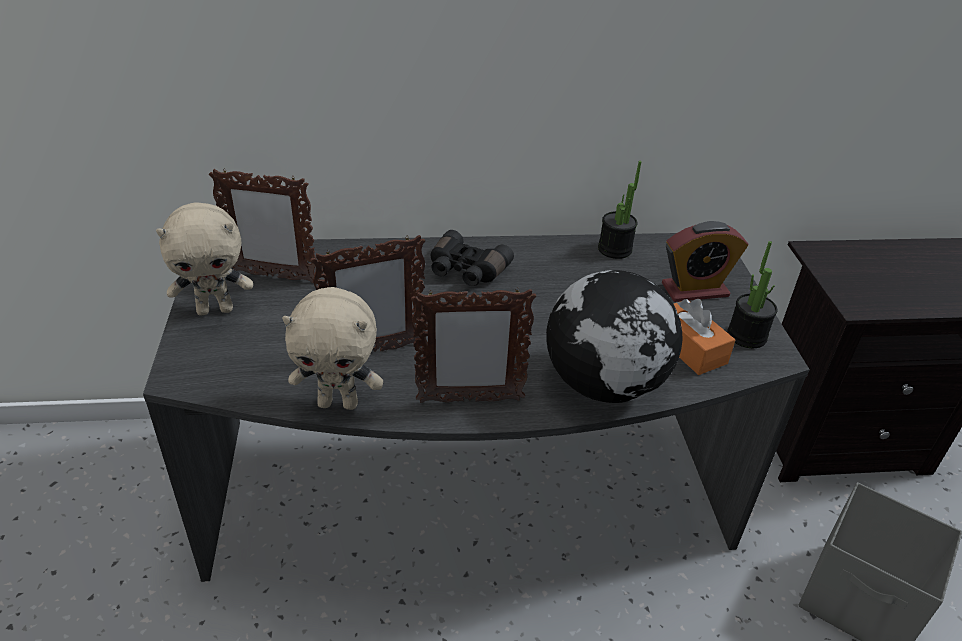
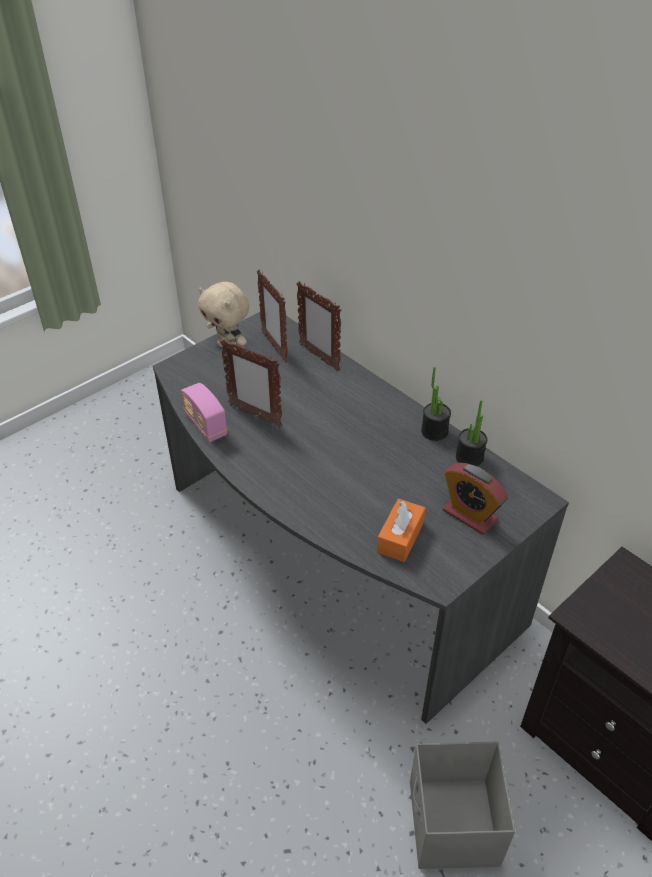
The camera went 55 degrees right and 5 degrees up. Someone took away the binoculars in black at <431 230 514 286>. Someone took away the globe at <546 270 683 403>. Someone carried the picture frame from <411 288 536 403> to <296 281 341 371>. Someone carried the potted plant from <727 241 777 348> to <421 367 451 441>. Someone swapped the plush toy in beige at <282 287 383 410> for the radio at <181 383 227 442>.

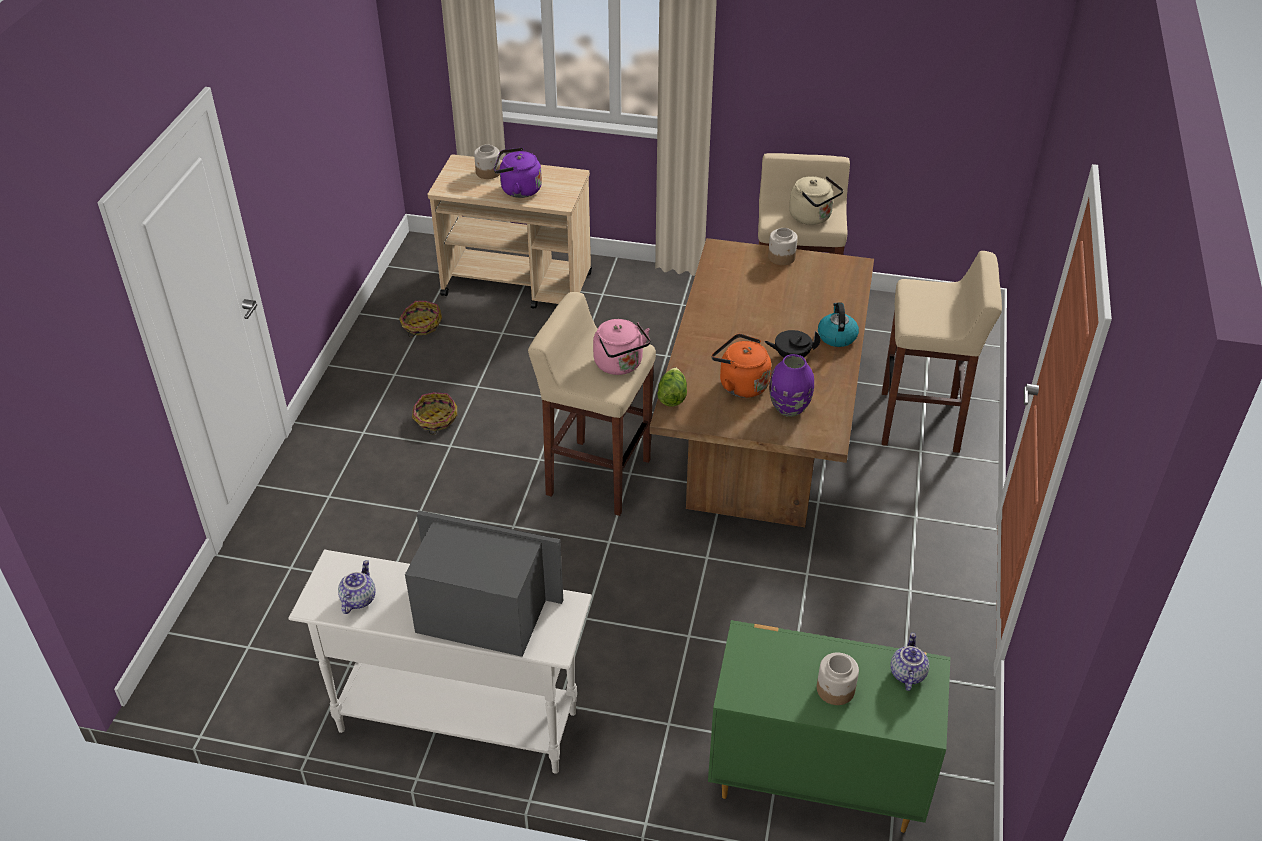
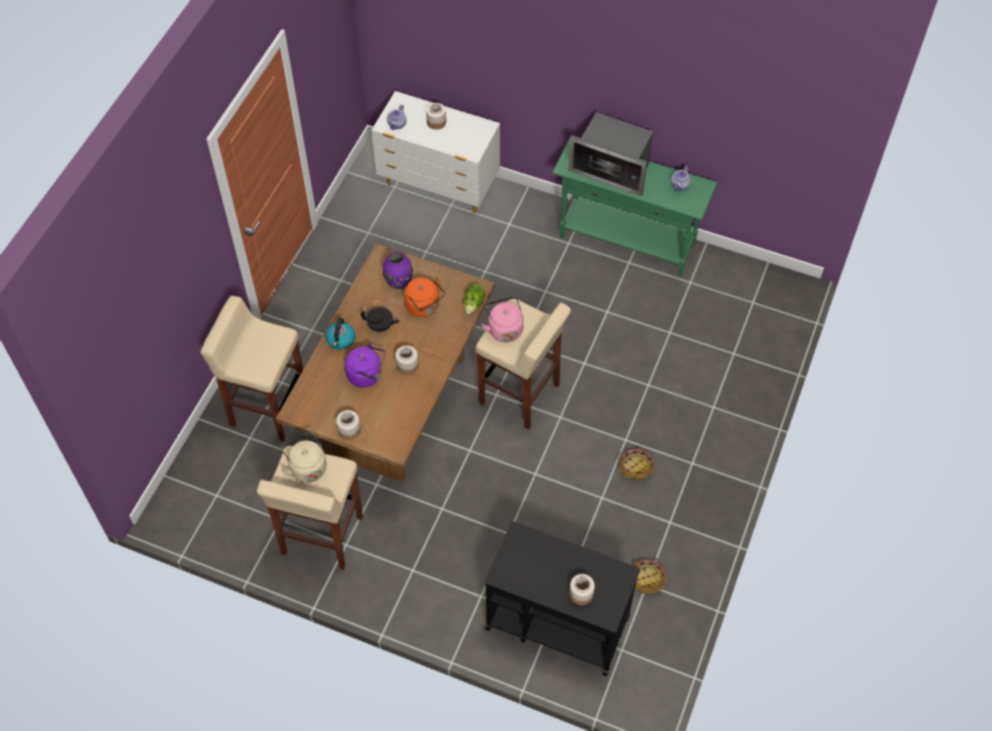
The camera went 170 degrees left and 15 degrees up. Someone put down the jar at <395 345 418 375>. Someone carried the kettle in purple from <494 147 542 198> to <345 342 386 388>. Someone repainted the console table in white at <288 550 592 774>, which became the console table in green at <552 138 718 276>. Someone repainted the cart in beige at <428 154 592 309>, which became the cart in black at <485 521 640 676>. Someone repainted the dresser in green at <708 620 950 833>, which became the dresser in white at <371 91 500 213>.

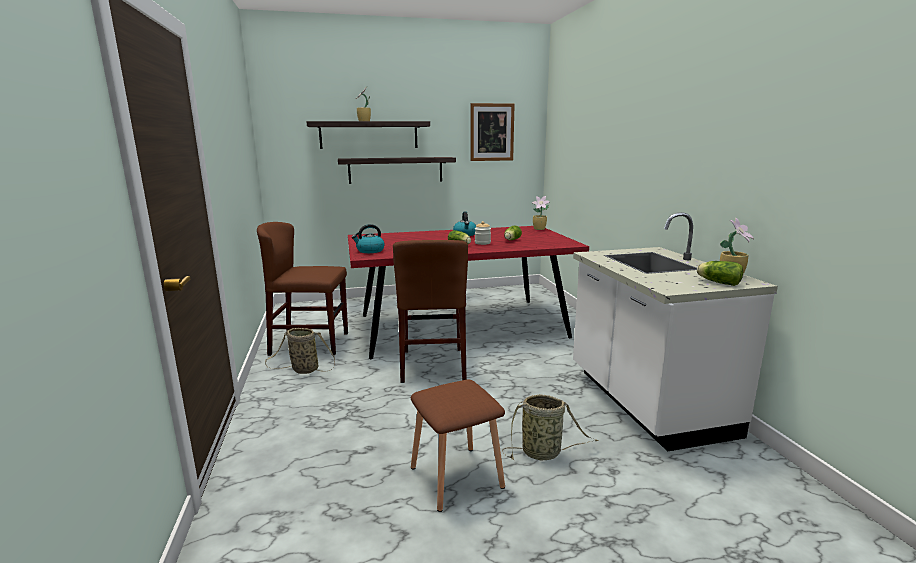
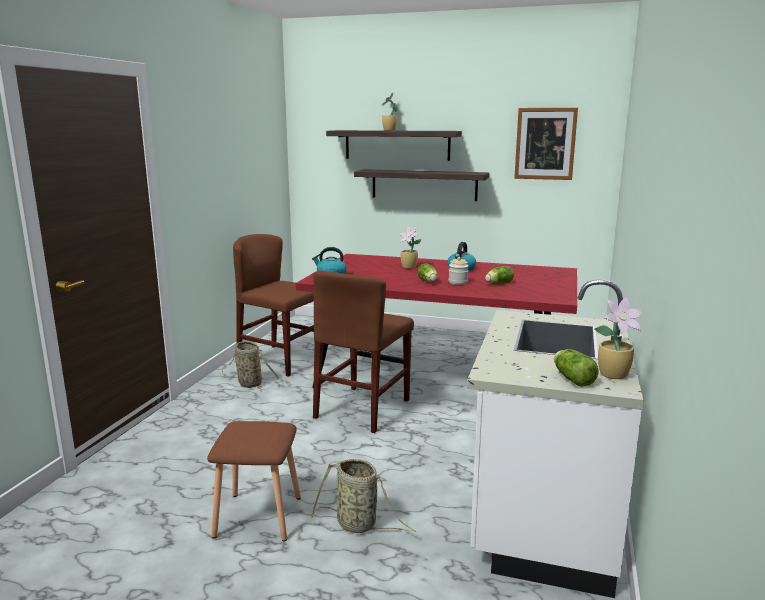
The camera went 30 degrees right and 0 degrees up. Someone carried the potted plant from <532 196 550 230> to <400 226 421 269>.

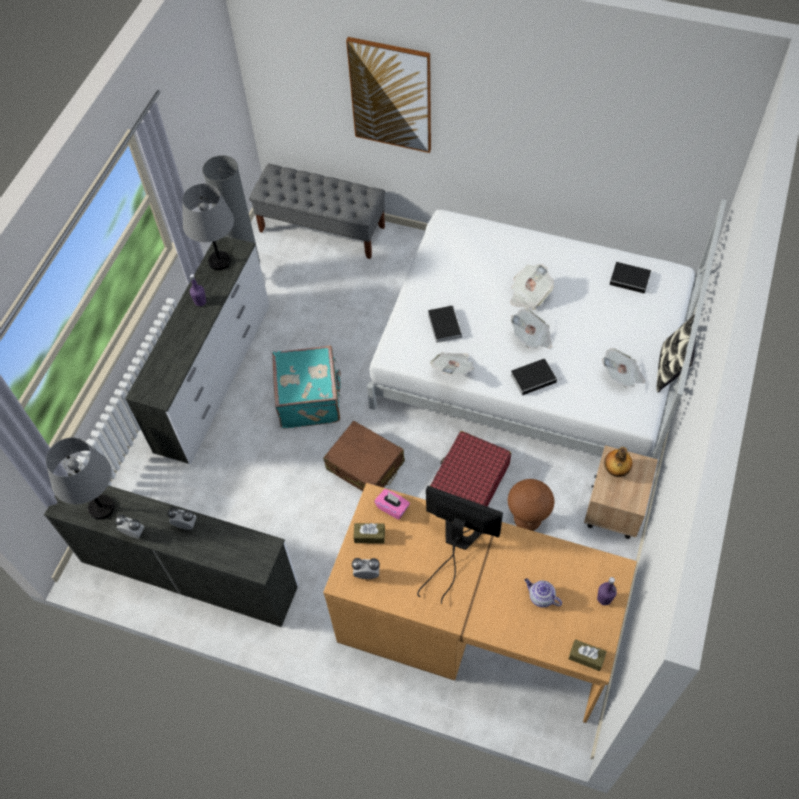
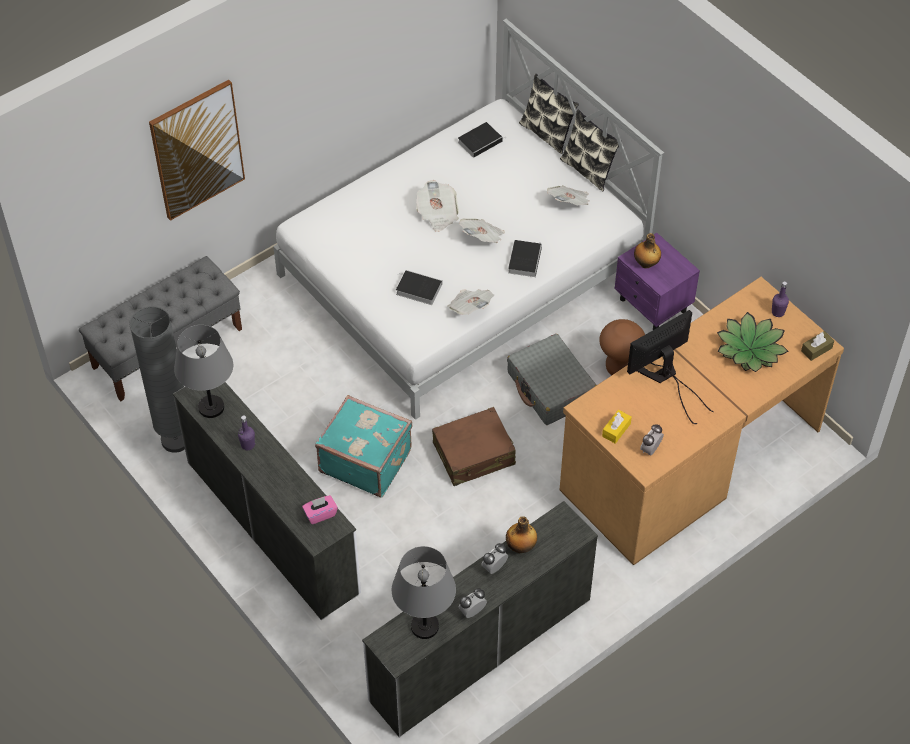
The camera went 60 degrees left and 5 degrees down. Someone put down the bottle at <506 516 537 553>. Someone put down the pillow at <519 74 579 154>. Someone carried the tissue box in pink from <374 489 410 520> to <302 495 338 524>. Someone swapped the teapot at <524 578 562 607> for the potted plant at <717 312 789 372>. Someone repainted the tissue box in brown at <353 523 385 544>, which became the tissue box in yellow at <602 410 632 444>. Someone repainted the suitcase in red at <430 431 511 507>, which became the suitcase in grey at <507 334 597 425>. Someone repainted the nightstand in beige at <584 445 658 539>, which became the nightstand in purple at <614 233 700 330>.

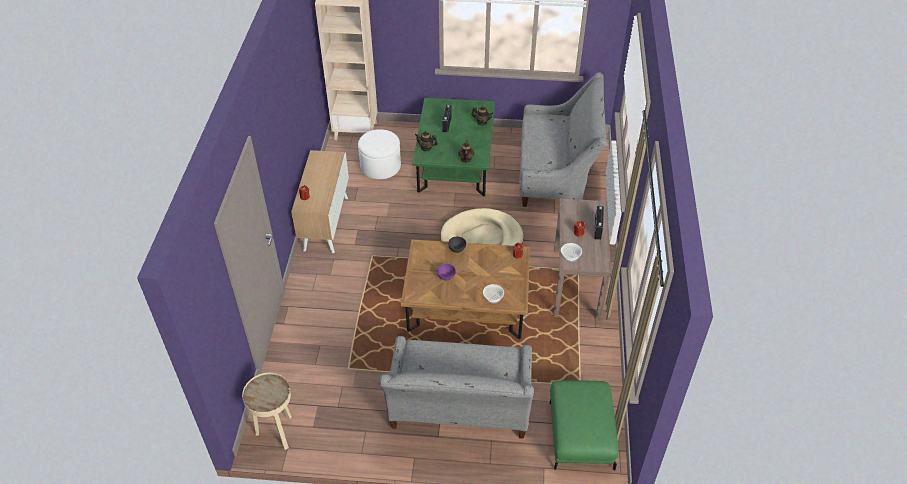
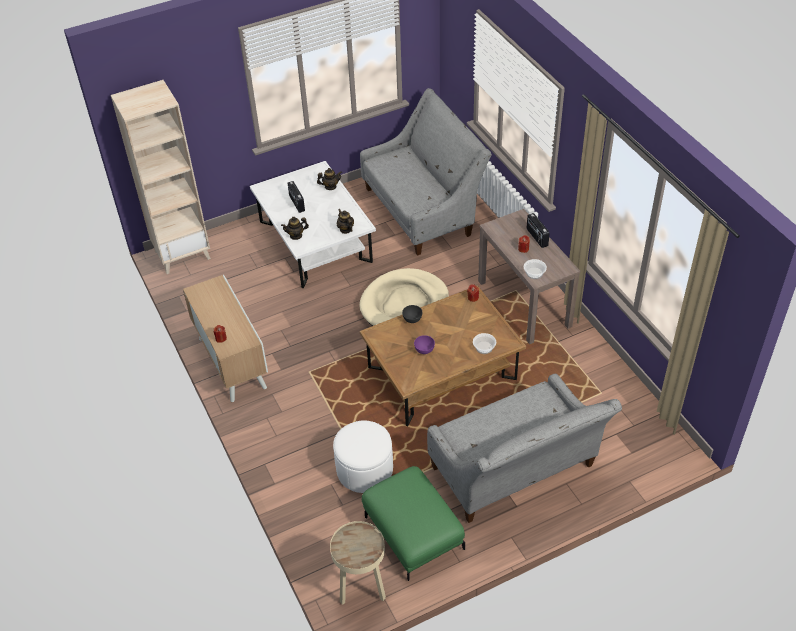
The camera went 30 degrees left and 0 degrees up. Someone carried the ottoman in white from <358 129 401 179> to <333 420 393 493>. Someone carried the ottoman in green from <550 380 618 471> to <362 466 465 581>. Someone repainted the coffee table in green at <413 98 495 197>, which became the coffee table in white at <250 161 376 288>.

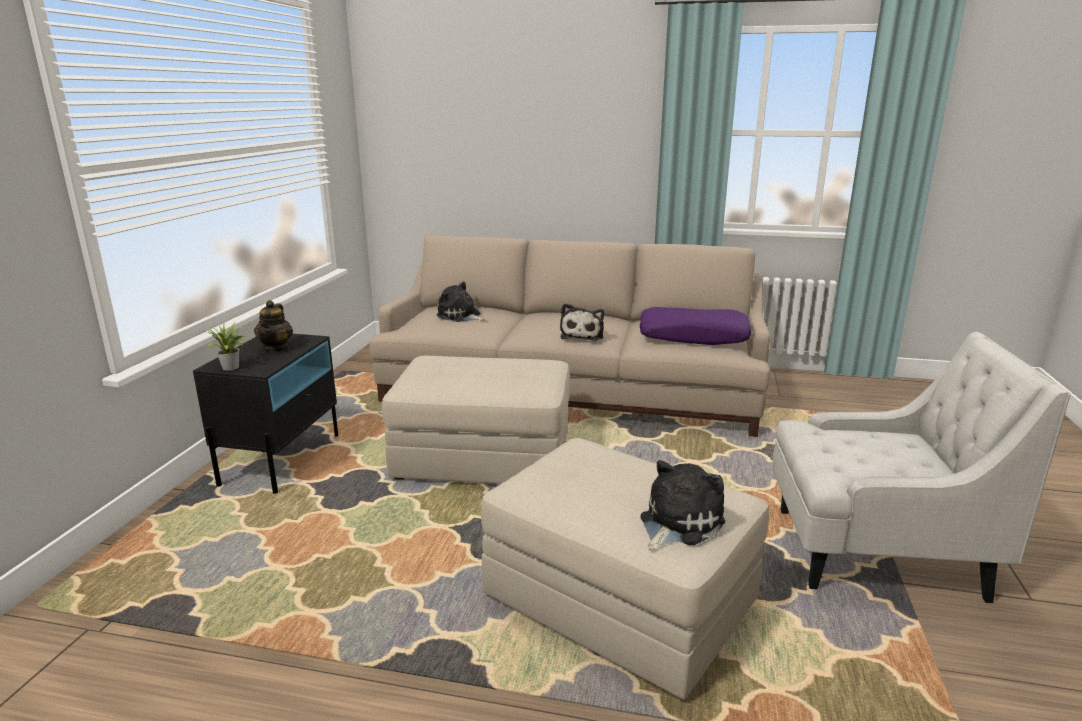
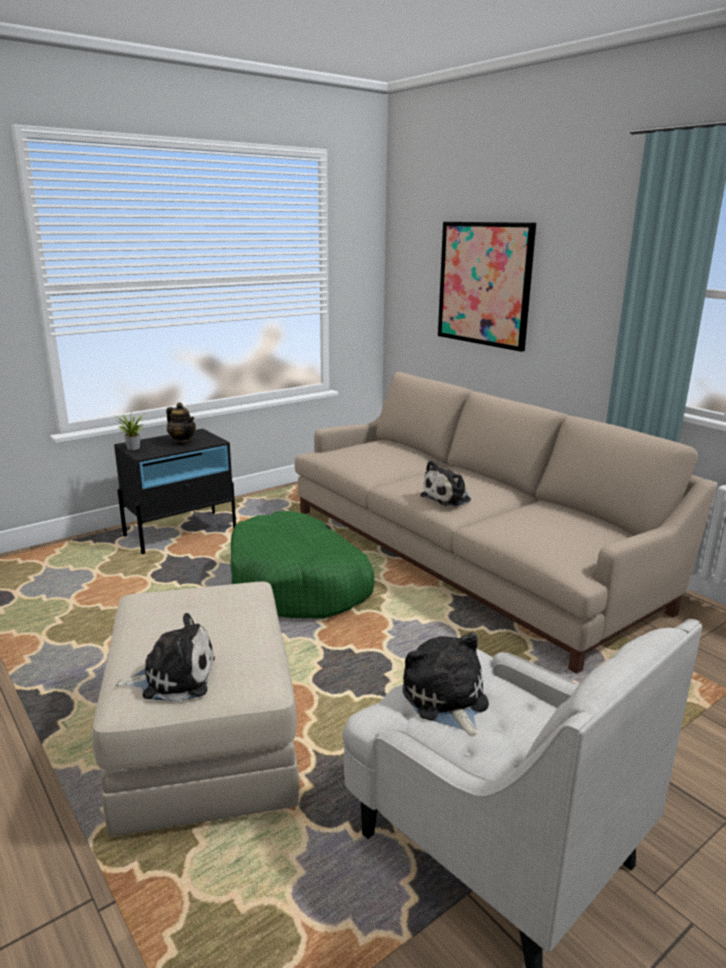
The camera went 40 degrees right and 0 degrees up. Someone took away the pillow in purple at <640 307 751 345>. Someone put up the picture at <438 222 536 352>. Someone carried the plush toy from <436 281 486 322> to <402 633 489 737>. Someone swapped the ottoman in beige at <382 356 570 484> for the dog bed in green at <230 511 374 619>. Someone rotated the teapot at <254 300 293 352> by 90 degrees counterclockwise.

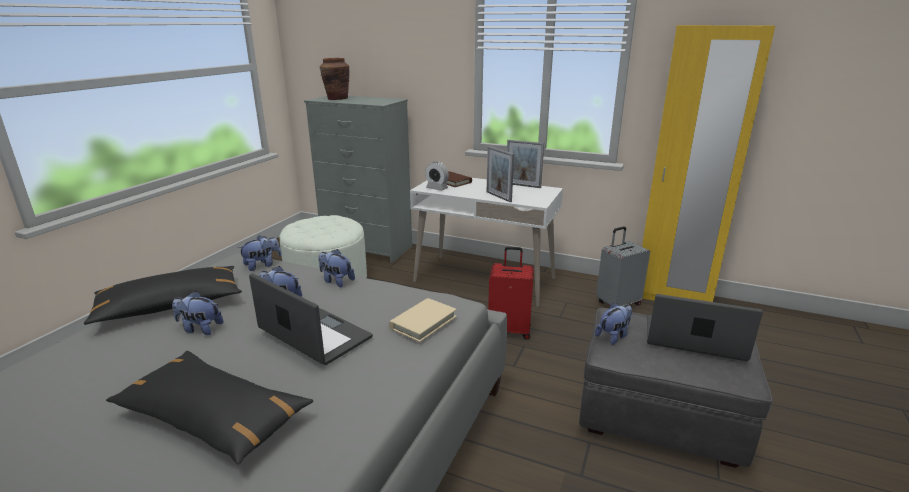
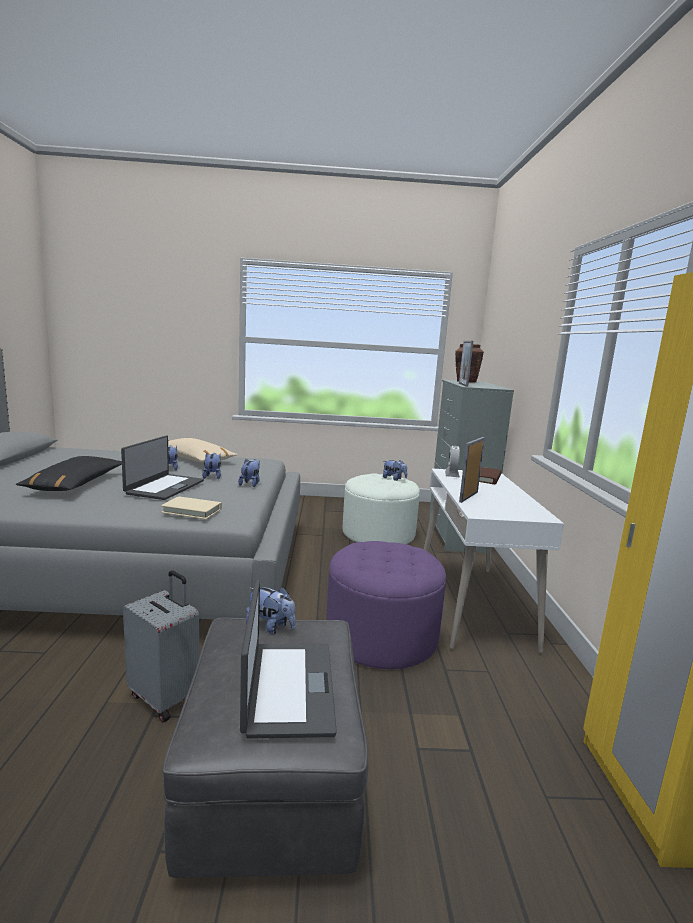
The camera went 65 degrees right and 10 degrees down. Someone carried the plush toy from <238 235 282 271> to <383 460 407 481>. Someone carried the picture frame from <507 140 544 188> to <459 341 473 387>. Someone carried the suitcase in grey from <596 227 650 306> to <123 570 199 722>. Someone swapped the suitcase in red at <488 247 534 339> for the ottoman in purple at <326 541 446 669>. Someone repainted the pillow in black at <84 266 242 325>, which became the pillow in beige at <168 438 238 463>.

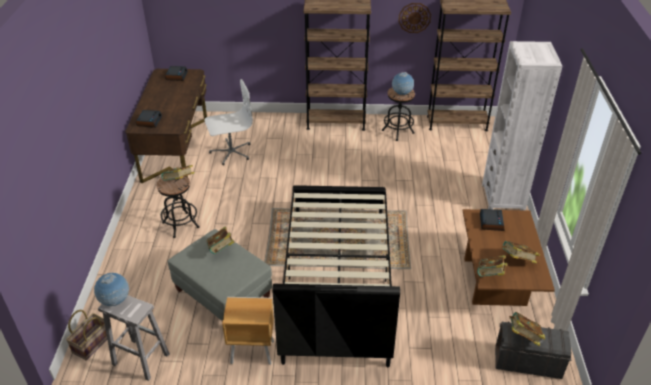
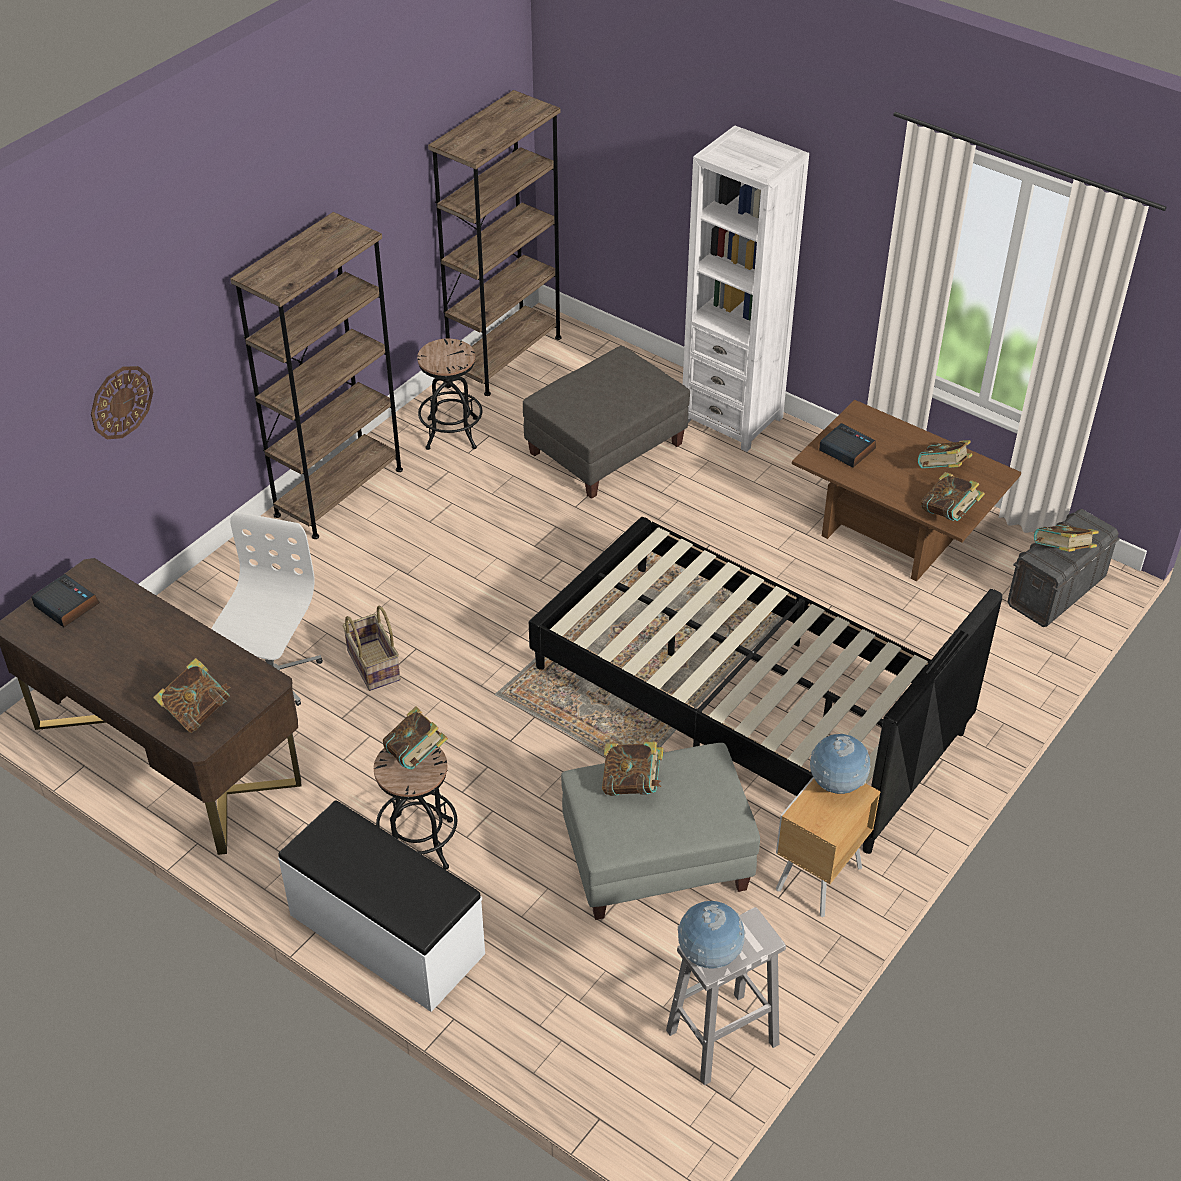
The camera went 55 degrees left and 5 degrees up. Someone put down the bench in white at <278 800 485 1012>. Someone put down the ottoman in grey at <523 346 690 499>. Someone carried the basket from <66 310 107 360> to <342 605 400 691>. Someone carried the globe from <392 72 414 95> to <810 734 871 794>. Someone carried the wall clock from <398 3 431 33> to <91 366 153 439>. Someone swapped the alarm clock at <136 110 162 128> for the book at <153 658 231 733>.

